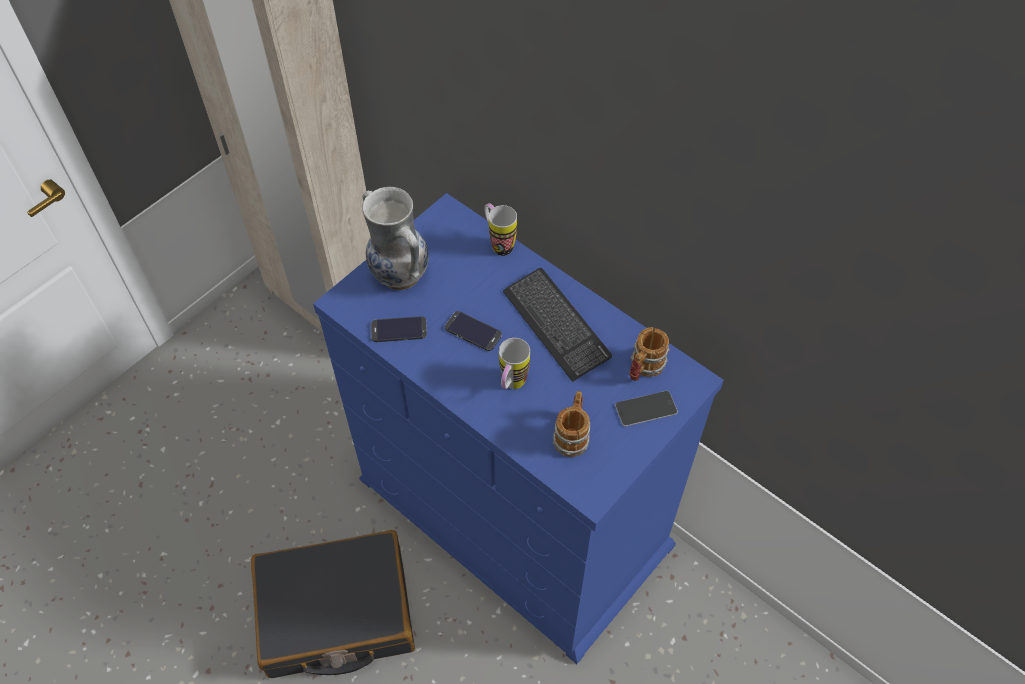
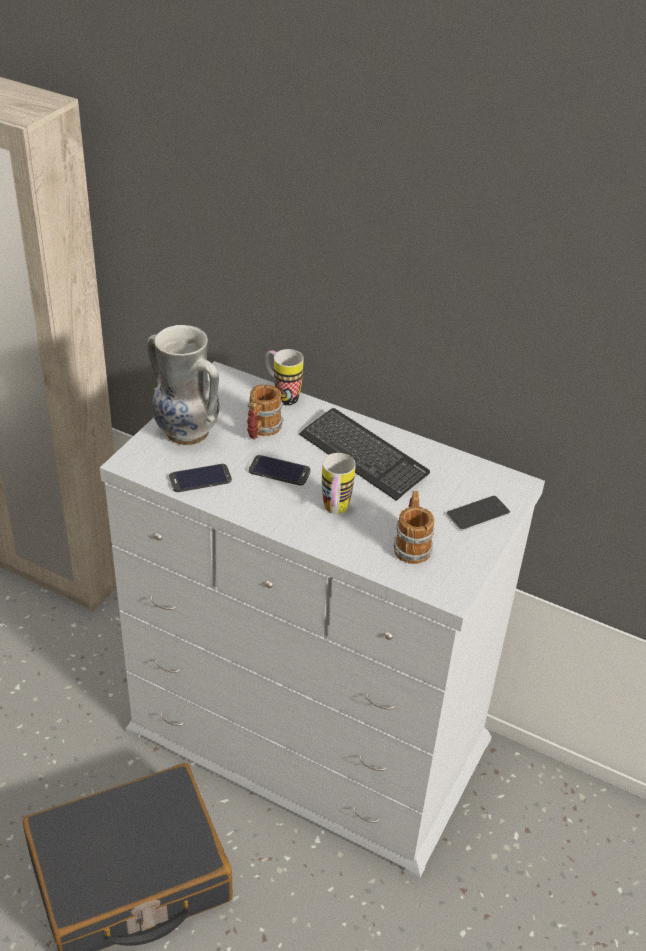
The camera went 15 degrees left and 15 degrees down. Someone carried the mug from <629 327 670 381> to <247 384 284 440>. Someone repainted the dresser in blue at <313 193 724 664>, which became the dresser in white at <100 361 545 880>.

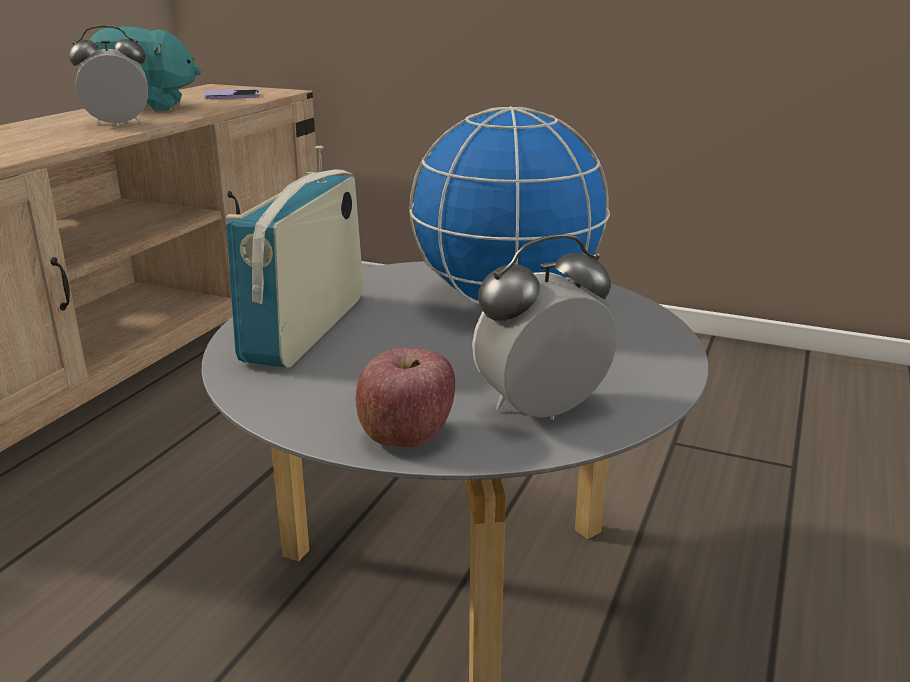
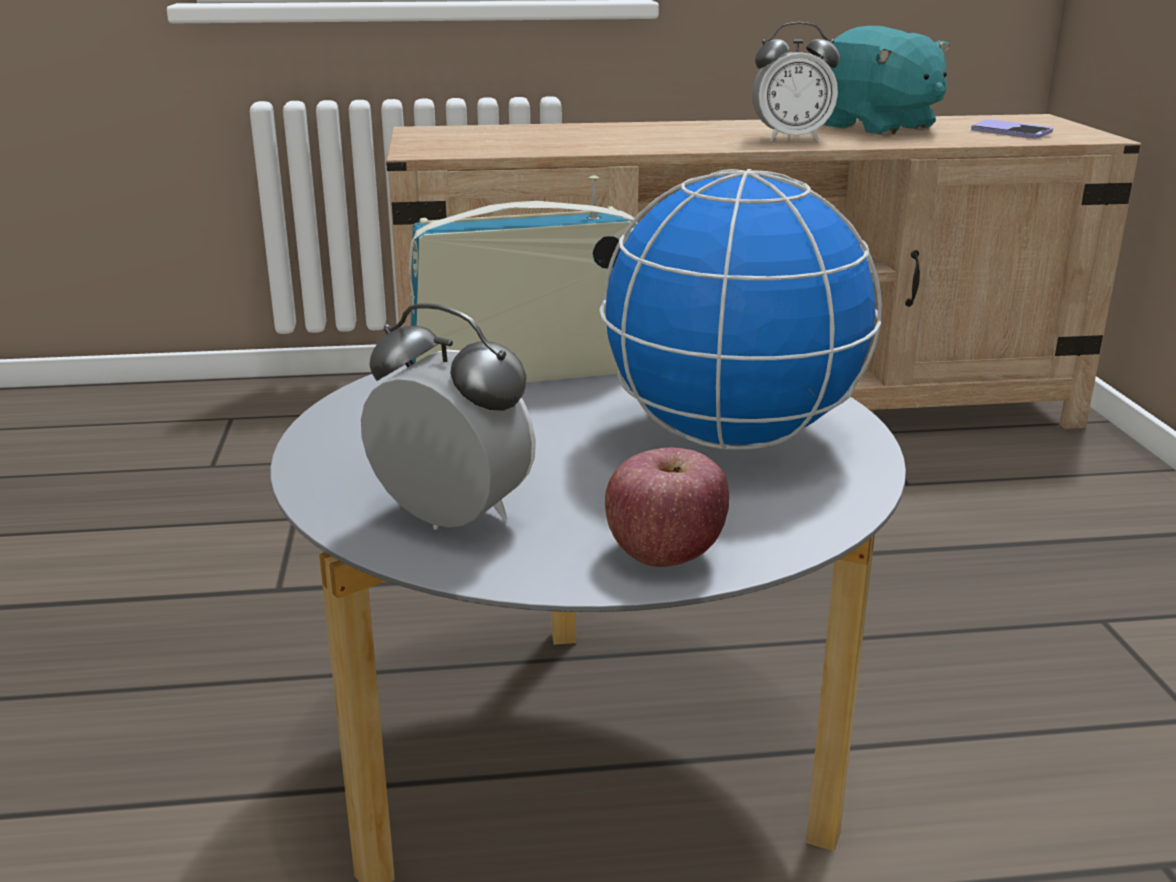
The camera went 60 degrees right and 0 degrees up. Someone carried the apple from <356 348 455 447> to <605 448 729 567>. Someone rotated the alarm clock at <69 25 148 126> by 135 degrees clockwise.

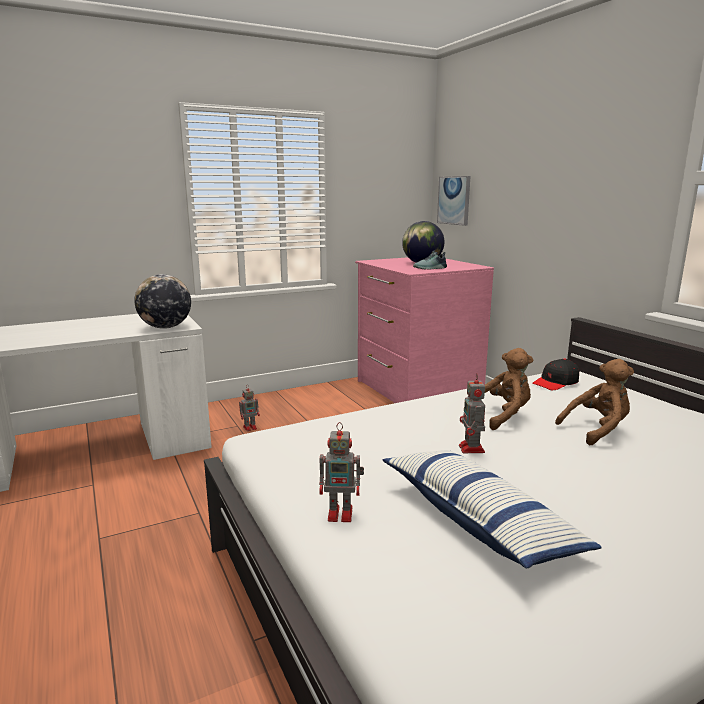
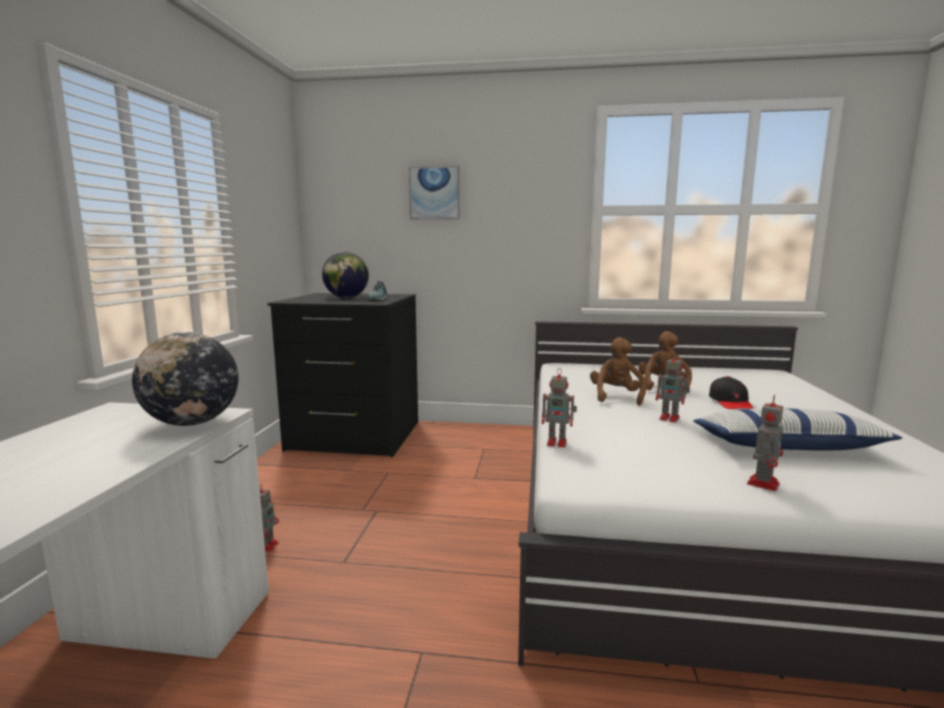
The camera went 55 degrees left and 5 degrees down. Someone put down the toy robot at <542 368 577 447>. Someone carried the picture from <437 176 470 226> to <409 166 460 220>. Someone carried the cap in black from <532 358 579 390> to <709 376 754 409>. Someone repainted the dresser in pink at <355 257 494 403>, which became the dresser in black at <267 293 418 457>.

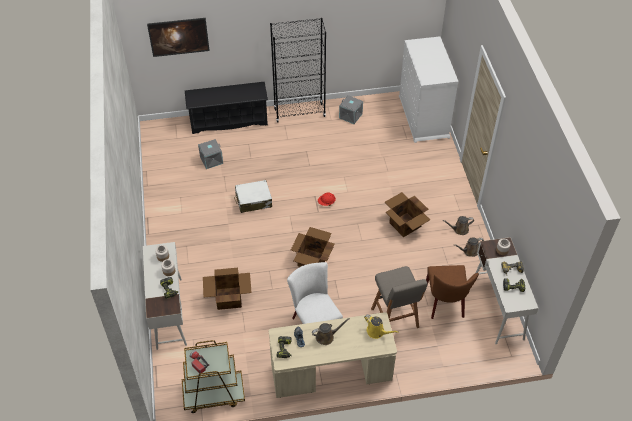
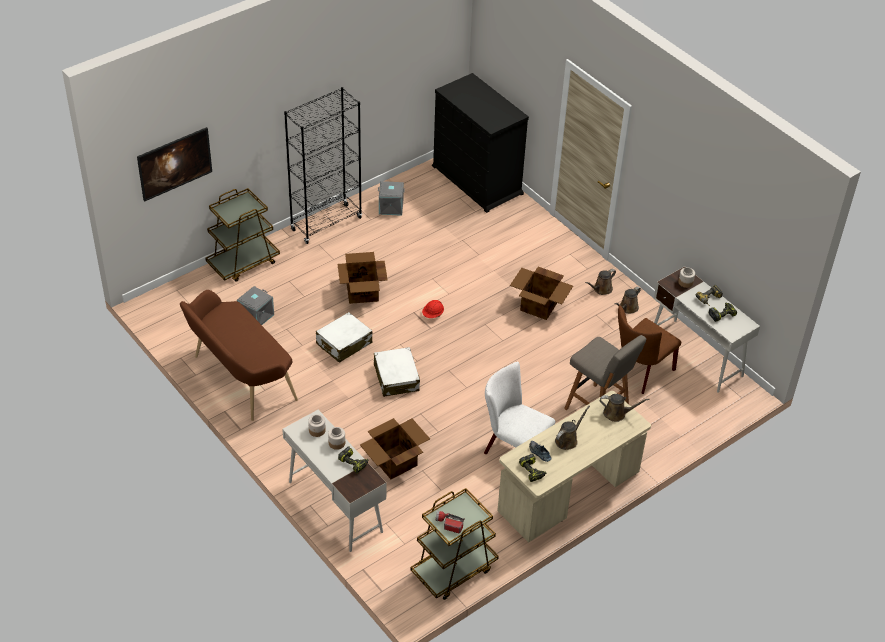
The camera went 30 degrees left and 5 degrees down. Someone put down the bench in brown at <180 290 298 421>. Someone put down the suitcase in white at <374 347 420 397>. Someone carried the cardboard box from <291 227 335 267> to <337 252 388 304>. Someone swapped the shoe rack in black at <185 82 268 134> for the cart in brown at <205 188 280 282>. Someone repainted the watering can in yellow at <364 315 399 339>, which became the watering can in brown at <600 394 650 422>. Someone repainted the dresser in white at <399 36 459 143>, which became the dresser in black at <432 73 529 213>. Someone rotated the chair in brown at <426 265 479 319> by 75 degrees clockwise.

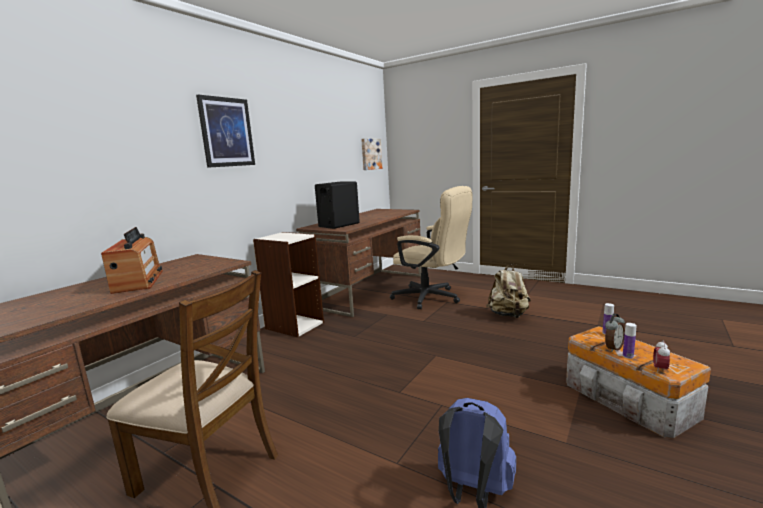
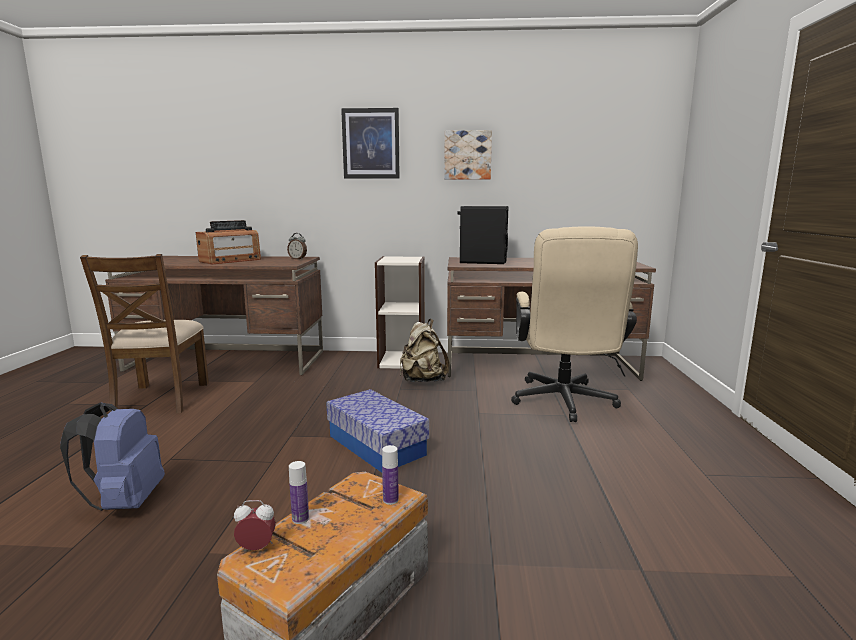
The camera went 60 degrees right and 0 degrees up. Someone put down the storage box at <326 389 429 473>. Someone carried the picture from <361 138 382 170> to <444 130 492 180>. Someone carried the backpack in beige from <486 264 531 318> to <400 319 450 382>. Someone carried the alarm clock from <605 313 625 352> to <287 233 307 260>.

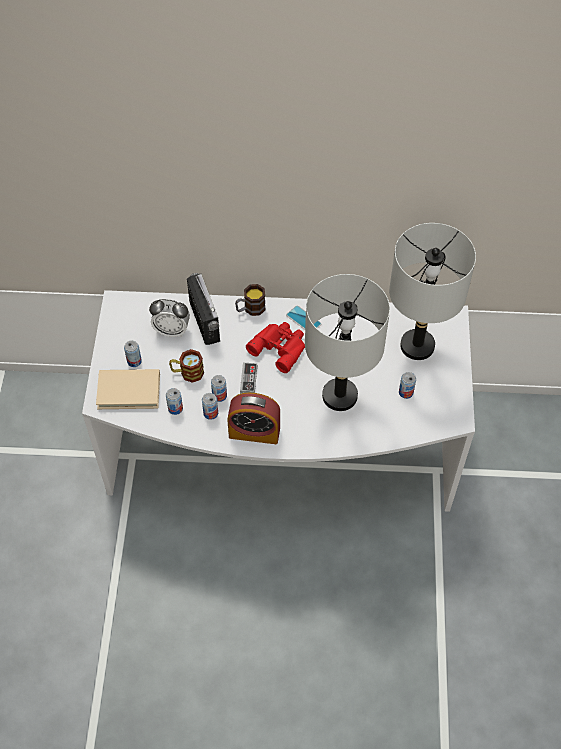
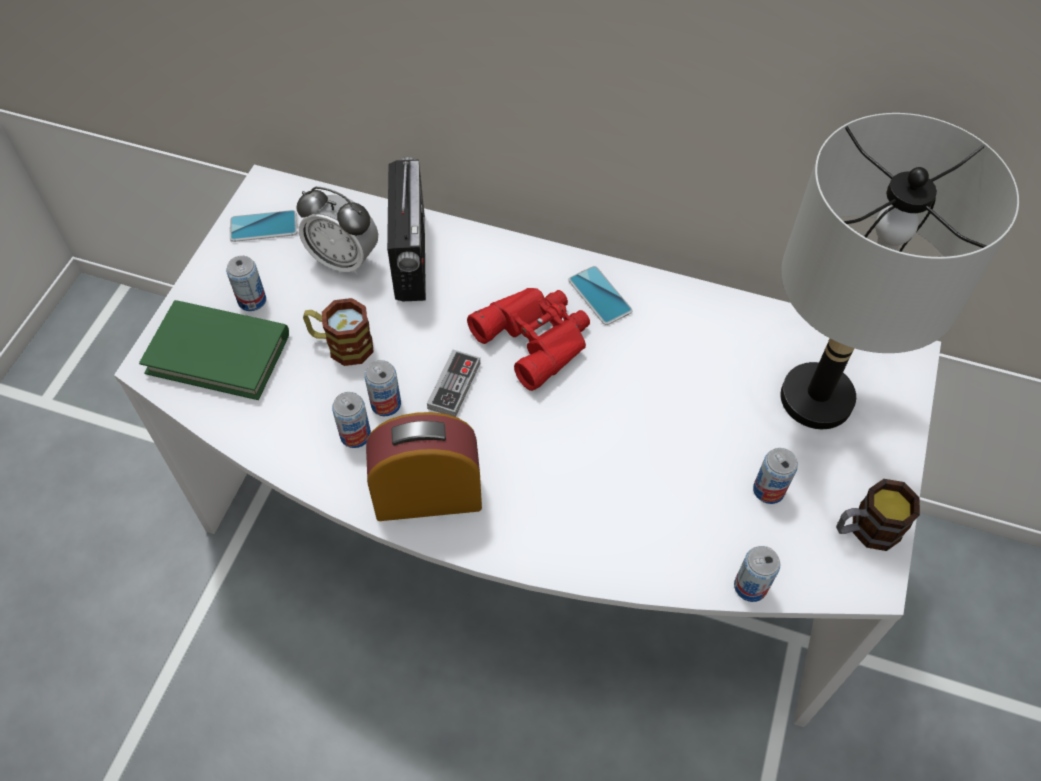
The camera went 15 degrees right and 0 degrees up. Someone took away the table lamp in grey at <305 274 390 411>. Someone put down the phone at <230 210 297 242>. Someone carried the can from <166 388 183 415> to <734 546 781 602>. Someone carried the mug from <235 284 266 316> to <836 479 920 551>. Someone repainted the book in beige at <96 369 160 409>, which became the book in green at <139 300 289 400>. Someone rotated the alarm clock at <227 393 280 444> by 150 degrees clockwise.

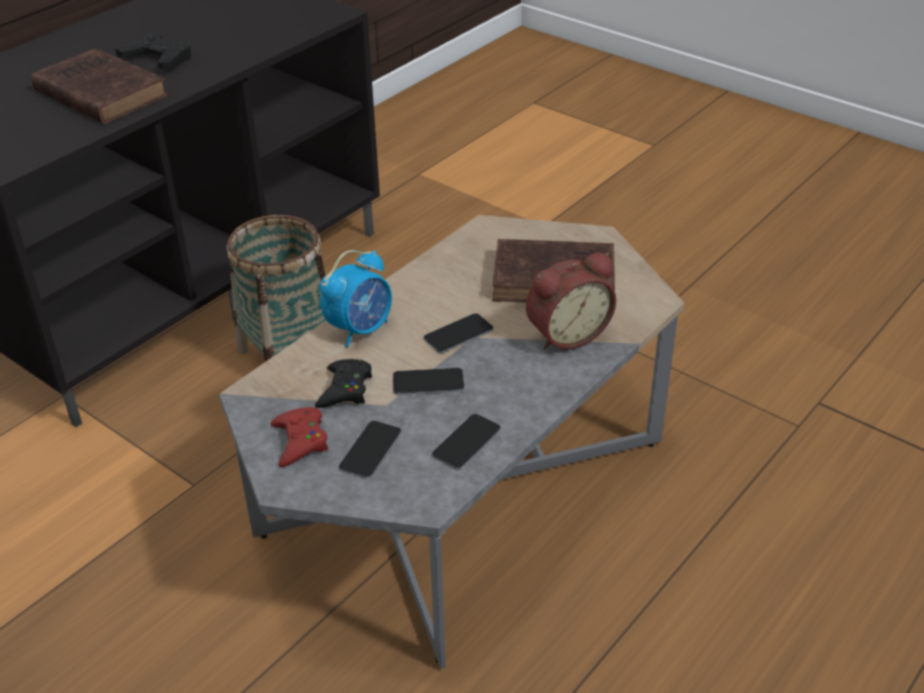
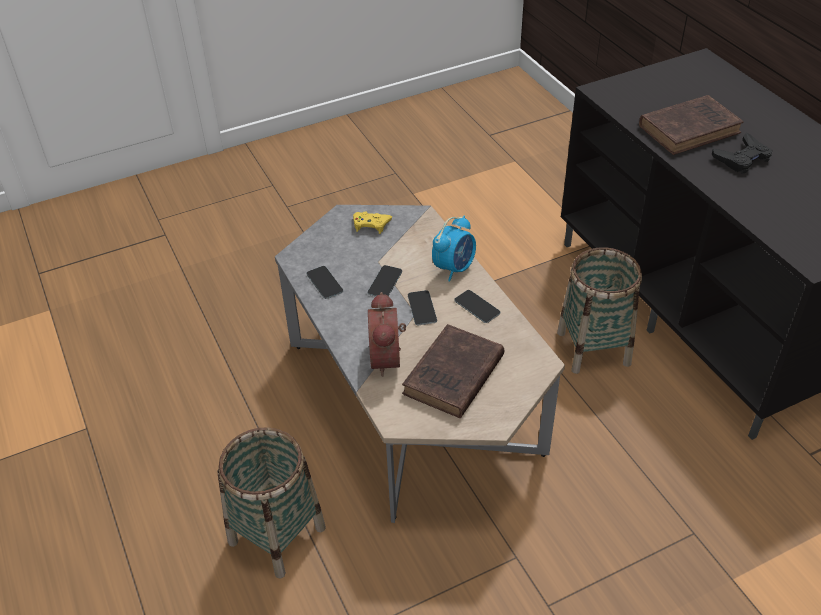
The camera went 115 degrees right and 5 degrees up. Someone took away the game controller in black at <315 359 372 408>. Someone put down the basket at <217 427 326 579>. Someone carried the phone from <339 421 401 479> to <454 290 500 323>. Someone repainted the game controller in red at <271 407 328 467>, which became the game controller in yellow at <353 211 392 234>. Someone rotated the alarm clock at <320 250 392 347> by 120 degrees counterclockwise.

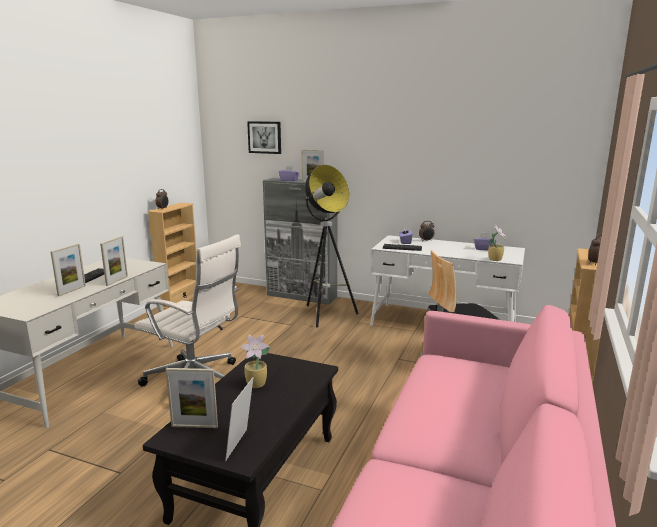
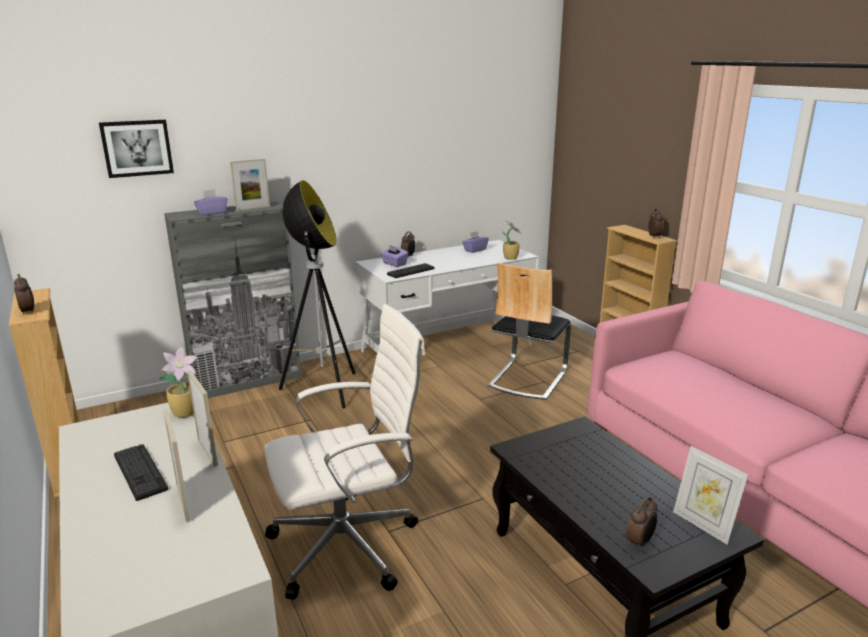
The camera went 50 degrees left and 5 degrees up. Someone carried the potted plant from <240 334 270 388> to <159 347 198 418>. Someone swapped the picture frame at <166 368 218 428> for the alarm clock at <626 497 657 551>.

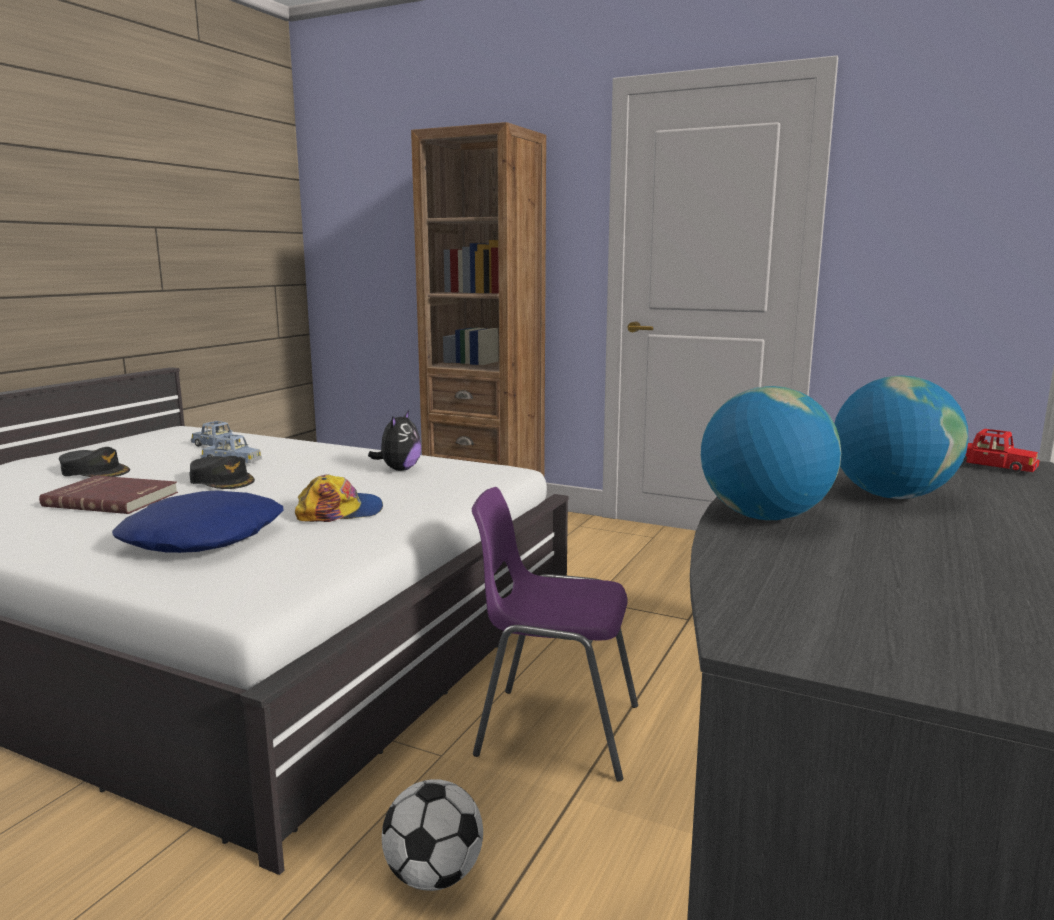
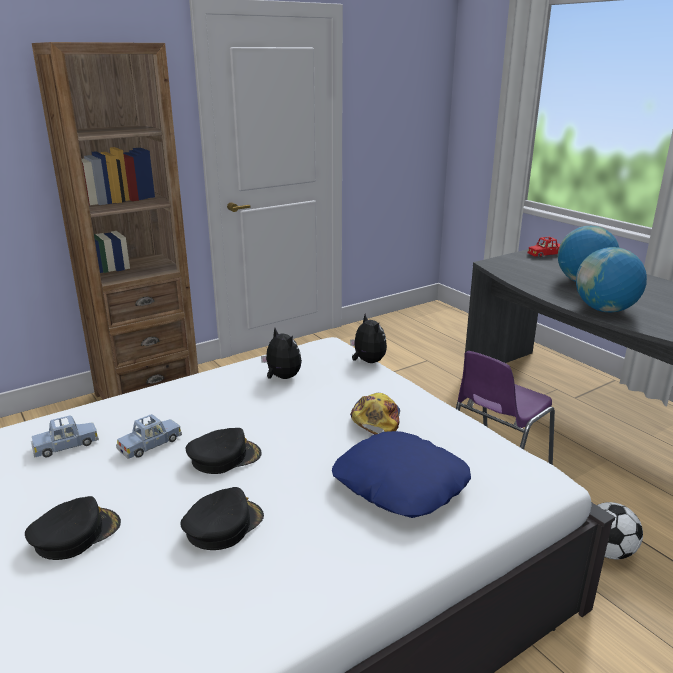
The camera went 60 degrees left and 10 degrees up. Someone put down the plush toy at <350 314 387 363>. Someone swapped the book in red at <39 476 178 514> for the cap in black at <180 487 264 550>.

